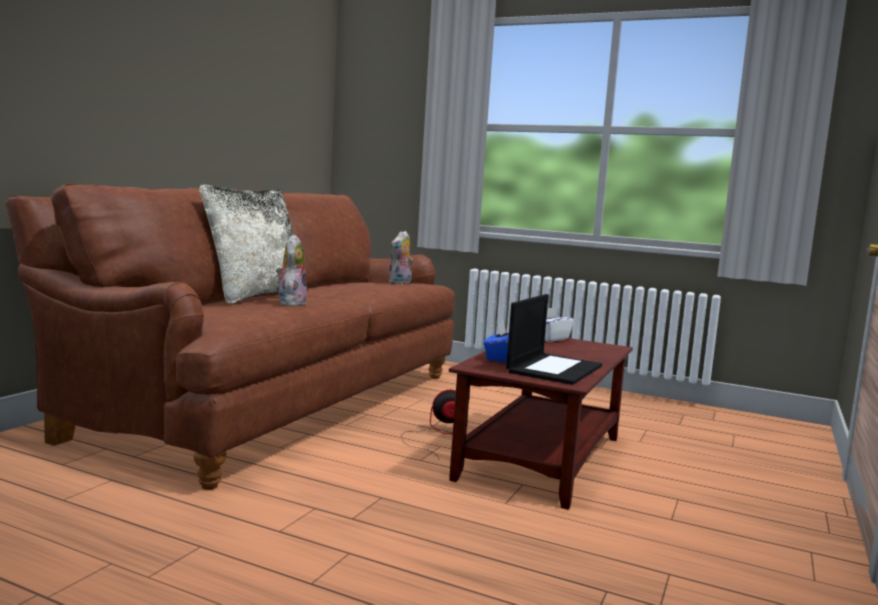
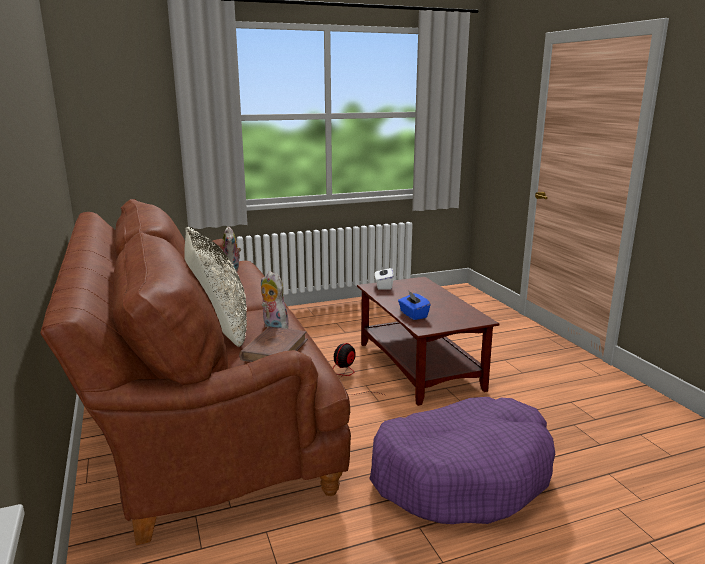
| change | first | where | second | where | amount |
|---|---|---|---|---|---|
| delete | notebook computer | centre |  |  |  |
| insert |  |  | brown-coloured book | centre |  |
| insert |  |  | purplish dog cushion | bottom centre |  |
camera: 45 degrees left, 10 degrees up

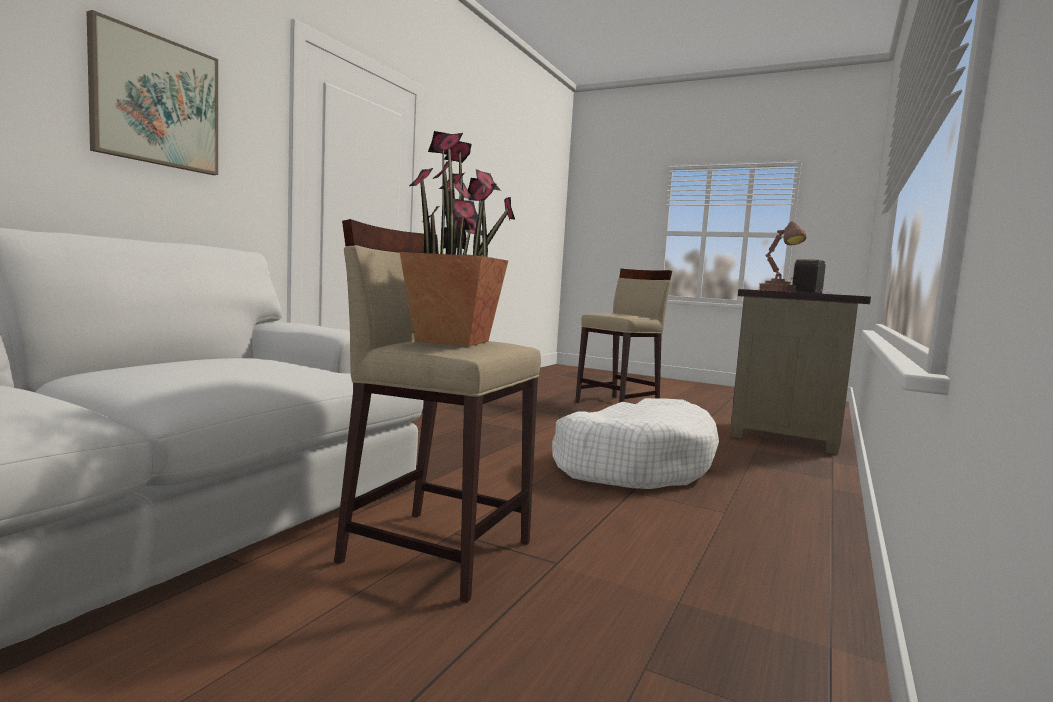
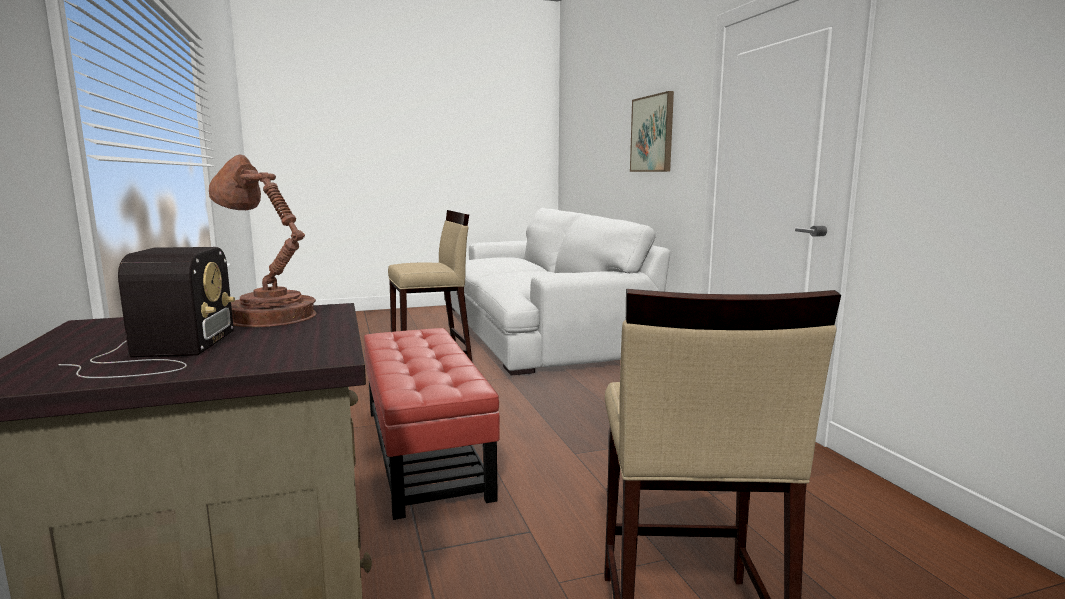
| change | first | where | second | where | amount |
|---|---|---|---|---|---|
| delete | houseplant | centre |  |  |  |
| replace | whitish dog cushion | centre | red-coloured footrest | bottom centre |  |
camera: 135 degrees right, 5 degrees up

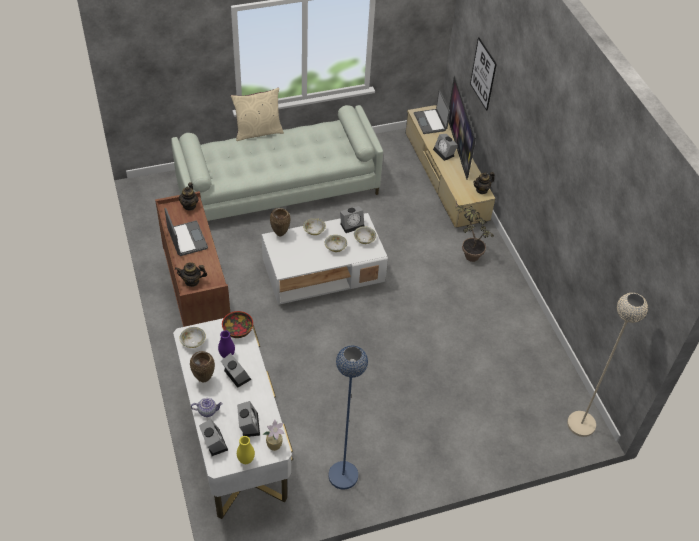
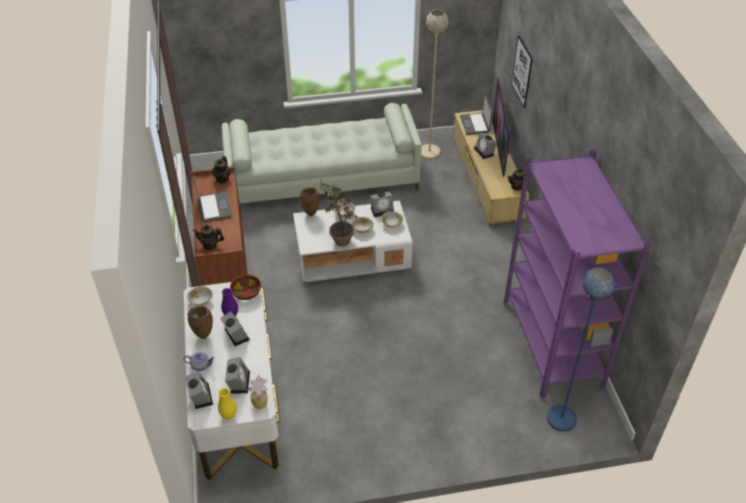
| change | first | where | second | where | amount |
|---|---|---|---|---|---|
| delete | beige-coloured cushion | top centre |  |  |  |
| move | bluish floor lamp | bottom centre |  | bottom right |  |
| move | houseplant (2nd from left) | middle right |  | centre |  |
| move | beige-coloured floor lamp | bottom right |  | top centre |  |
| insert |  |  | purplish bookshelf | middle right |  |
camera: 10 degrees right, 5 degrees down

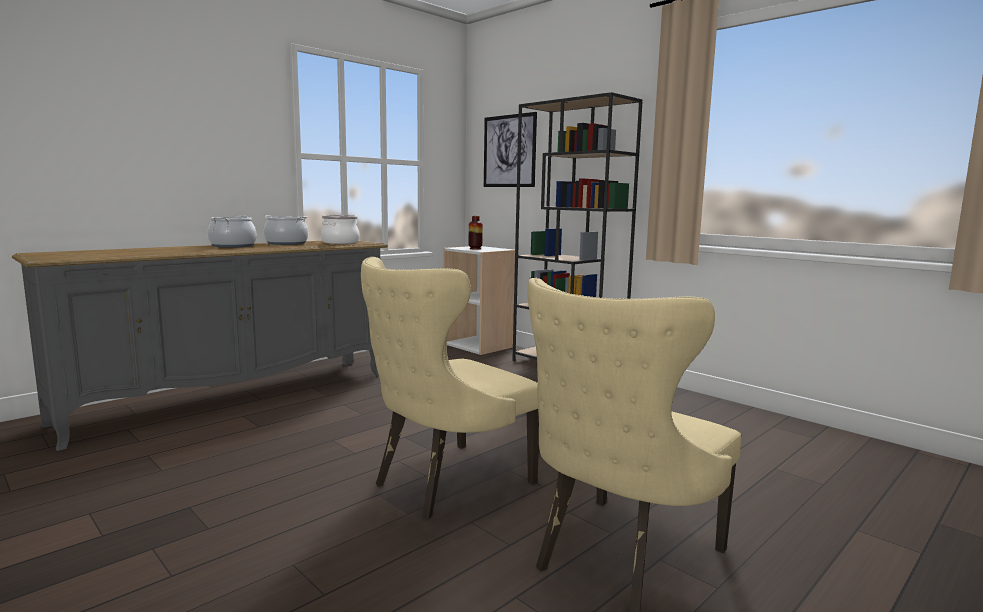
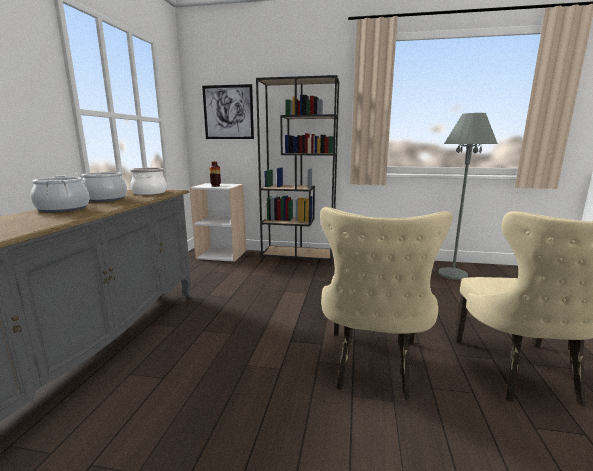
| change | first | where | second | where | amount |
|---|---|---|---|---|---|
| insert |  |  | grey floor lamp | middle right |  |
camera: 35 degrees left, 5 degrees up

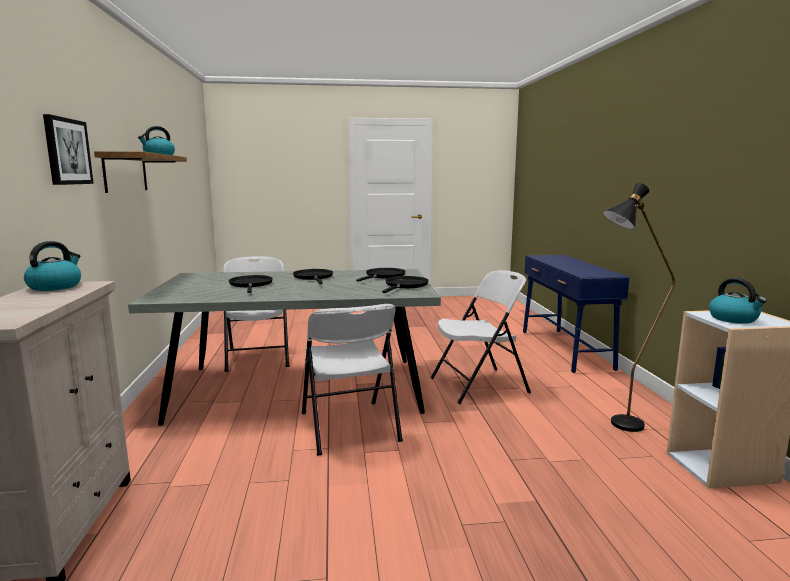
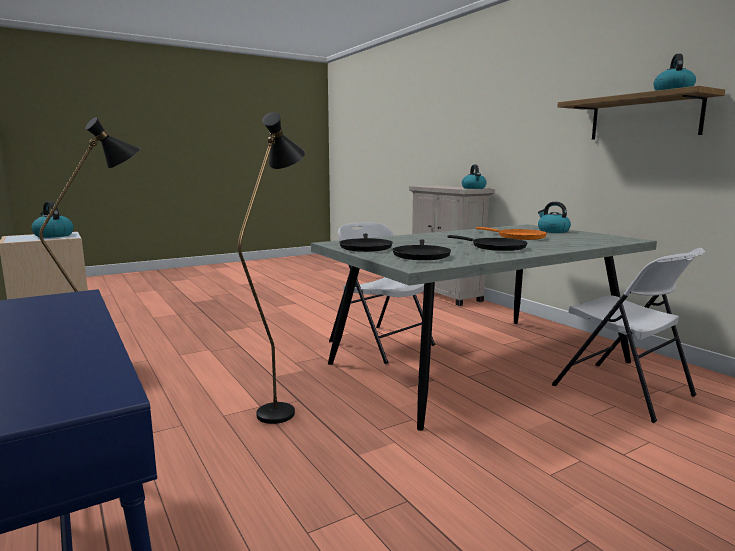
| change | first | where | second | where | amount |
|---|---|---|---|---|---|
| delete | wall picture | top left |  |  |  |
| recolor | black-coloured frying pan (1st from left) | middle left | orangey frying pan | middle right |  |
| replace | whitish chair (3rd from left) | centre | black-coloured floor lamp (2nd from left) | centre |  |
| insert |  |  | tea kettle (3rd from left) | middle right |  |
camera: 155 degrees right, 0 degrees up

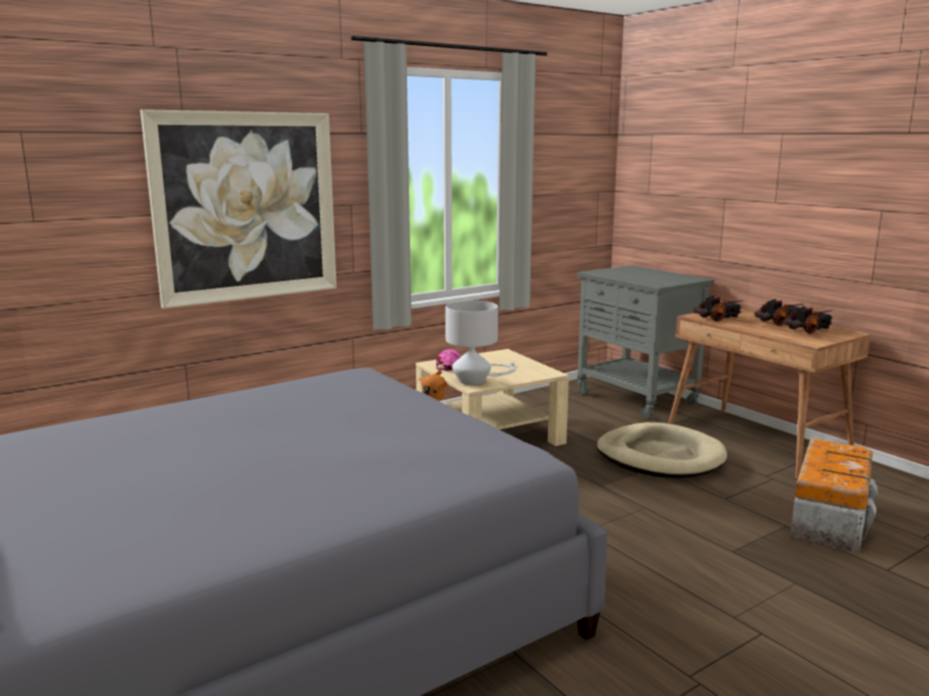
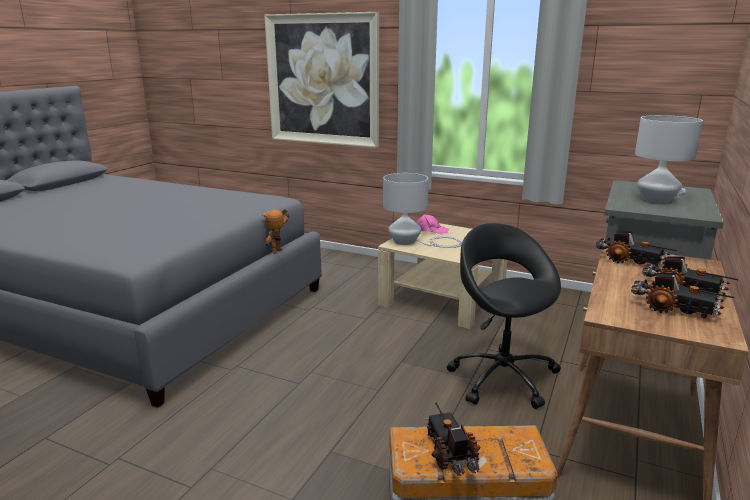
| change | first | where | second | where | amount |
|---|---|---|---|---|---|
| replace | beige-coloured dog cushion | middle right | black-coloured office chair | middle right |  |
| insert |  |  | toy truck (1st from left) | bottom centre |  |
| insert |  |  | whitish table lamp (2nd from left) | top right |  |
camera: 60 degrees right, 5 degrees up

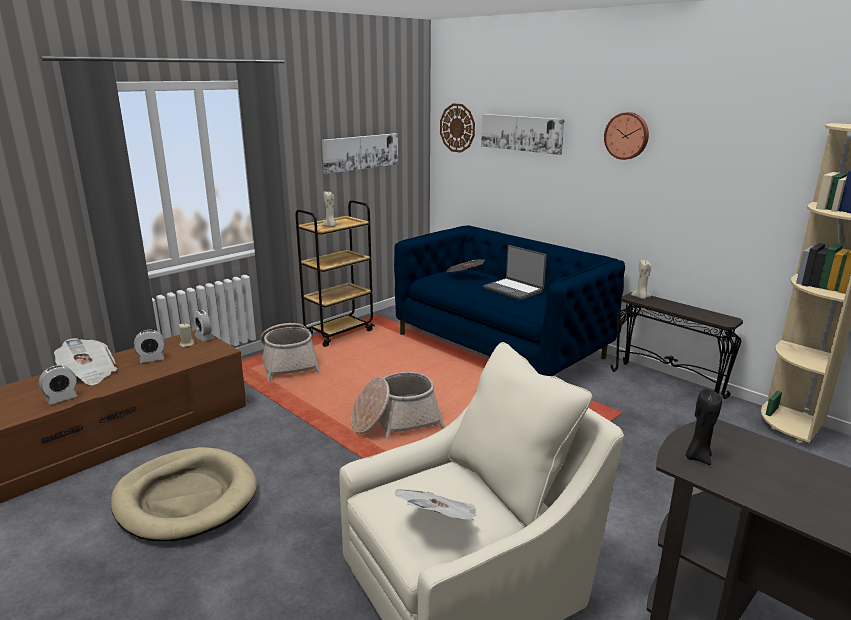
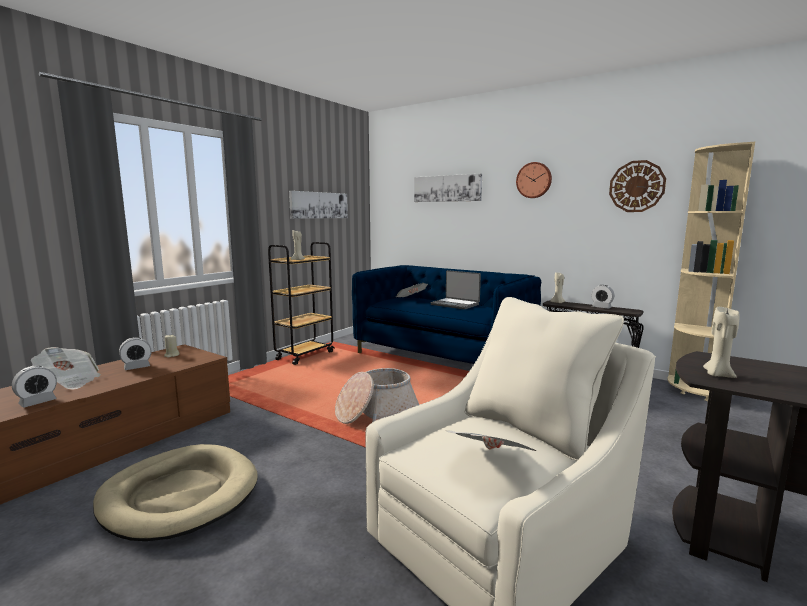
| change | first | where | second | where | amount |
|---|---|---|---|---|---|
| move | table clock (3rd from left) | middle left |  | middle right |  |
| delete | basket (1st from left) | centre |  |  |  |
| move | clock on the wall (1st from left in the first image) | top centre | clock on the wall (2nd from left) | top right |  |
| recolor | black-coloured candle | bottom right | beige-coloured candle (4th from left) | middle right |  |
camera: 10 degrees left, 10 degrees down

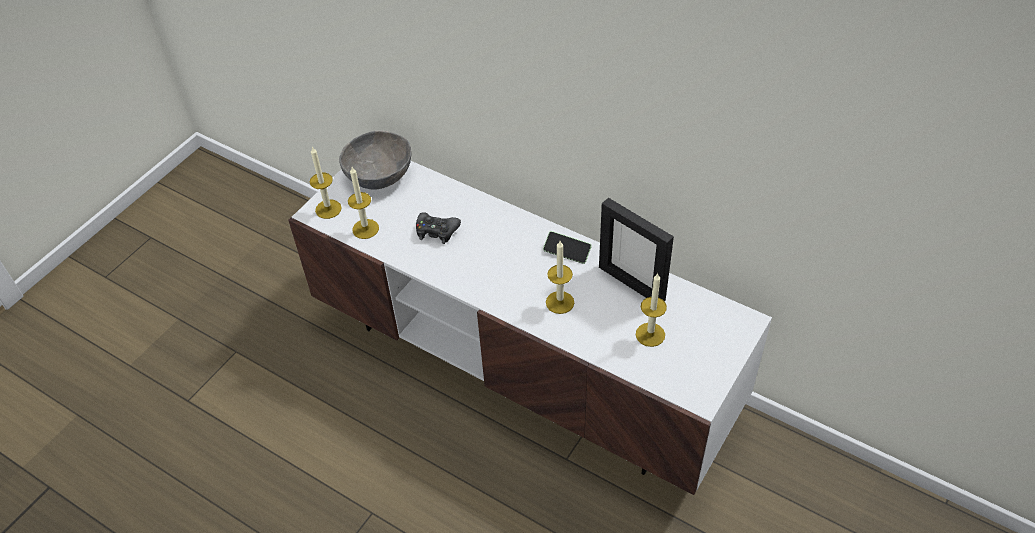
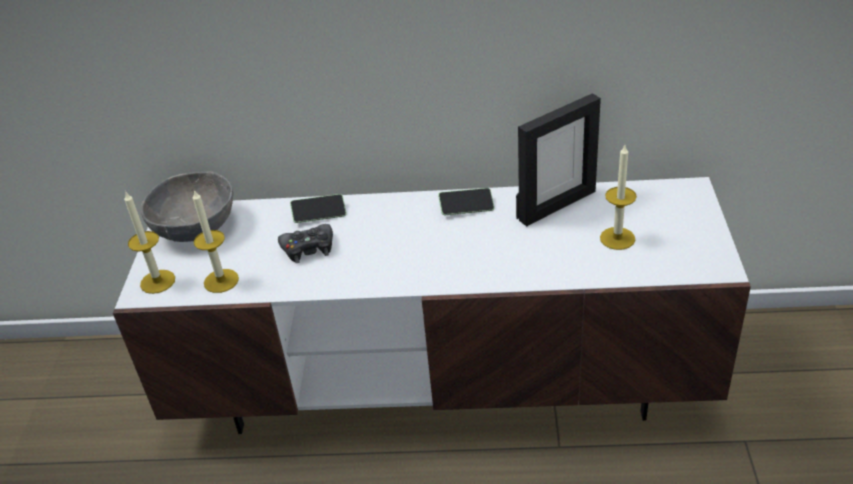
| change | first | where | second | where | amount |
|---|---|---|---|---|---|
| delete | candle (3rd from left) | centre |  |  |  |
| rotate | picture frame | centre |  | top centre | 45 degrees counterclockwise |
| insert |  |  | handset (1st from left) | centre |  |
camera: 30 degrees left, 10 degrees down

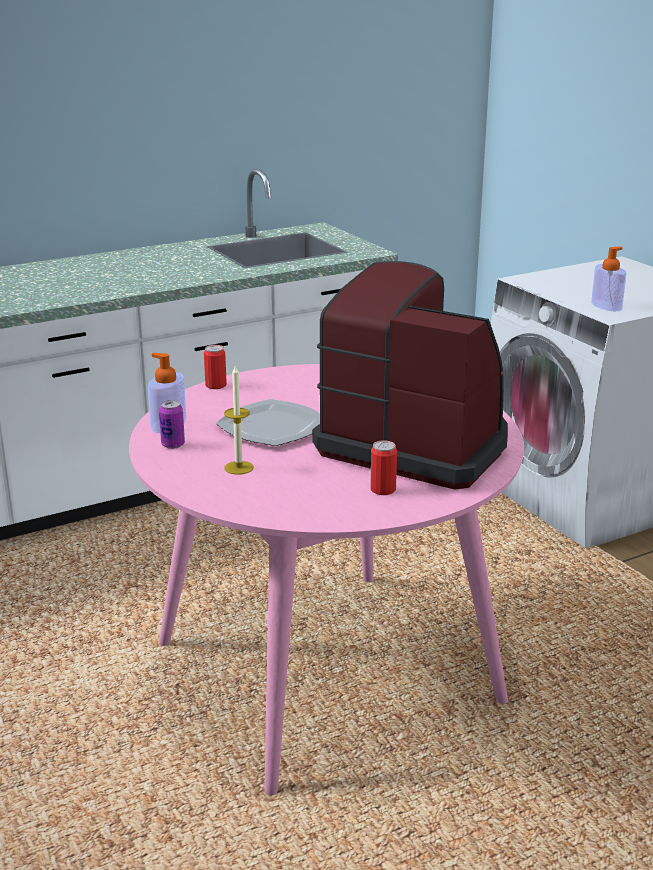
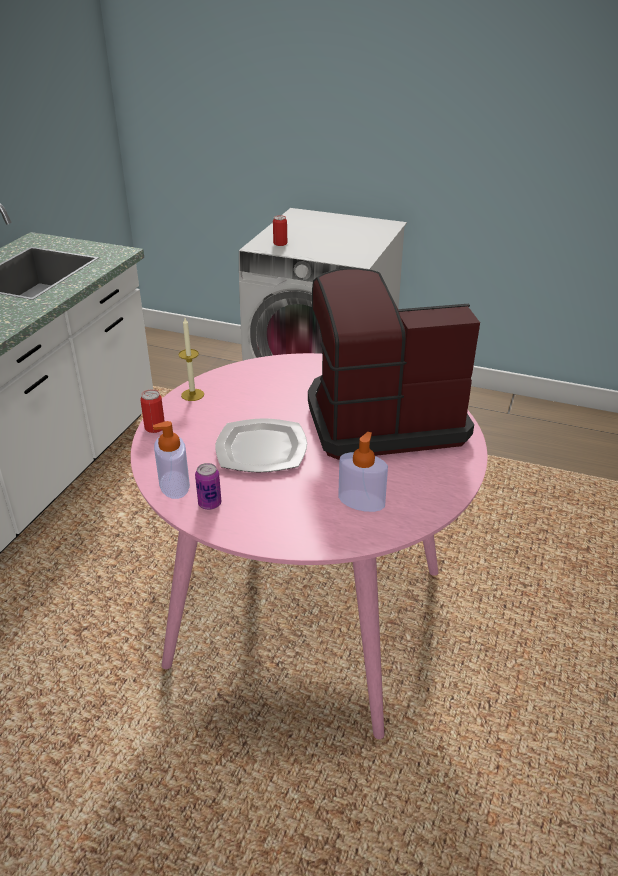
| change | first | where | second | where | amount |
|---|---|---|---|---|---|
| move | candle | centre |  | middle left |  |
| move | metal can (3rd from left) | centre |  | top centre |  |
| move | liquid soap bottle (2nd from left) | top right |  | centre |  |
camera: 40 degrees left, 10 degrees up

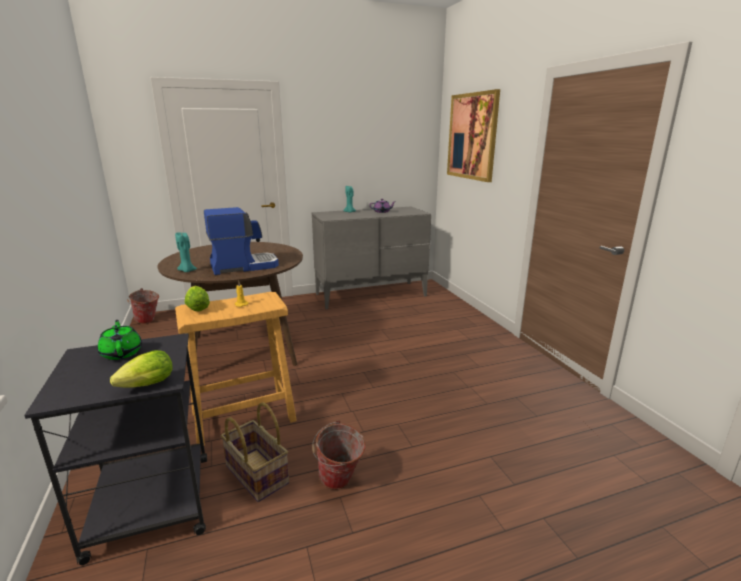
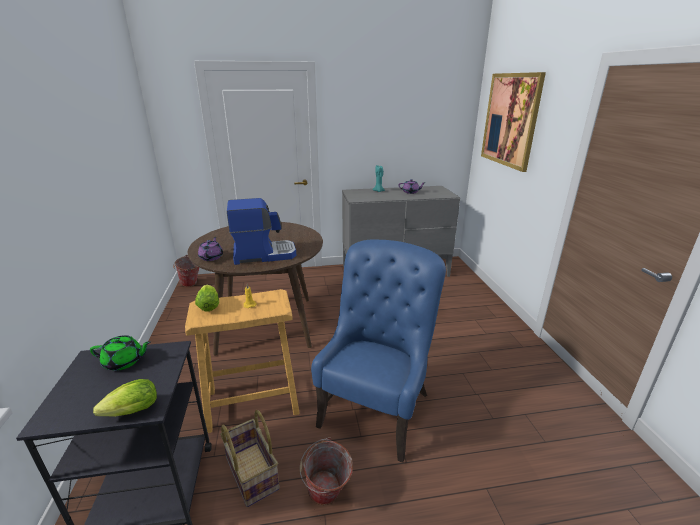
| change | first | where | second | where | amount |
|---|---|---|---|---|---|
| rotate | greenish pot for tea | middle left |  | bottom left | 105 degrees clockwise |
| replace | turquoise candle (1st from left) | middle left | purplish pot for tea (1st from left) | middle left |  |
| insert |  |  | bluish chair | bottom centre |  |
camera: 10 degrees right, 5 degrees up

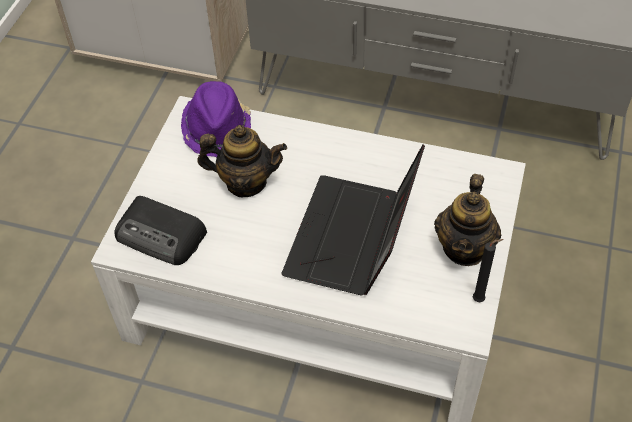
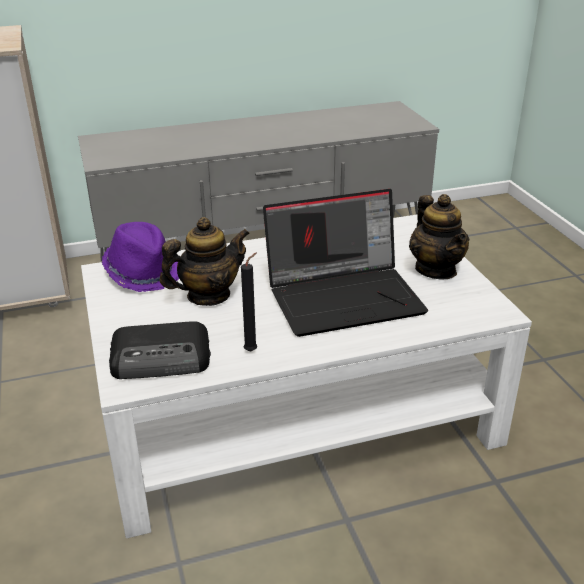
| change | first | where | second | where | amount |
|---|---|---|---|---|---|
| rotate | notebook computer | centre |  | centre | 90 degrees counterclockwise |
| move | black-coloured candle | middle right |  | centre |  |
camera: 35 degrees left, 20 degrees down

